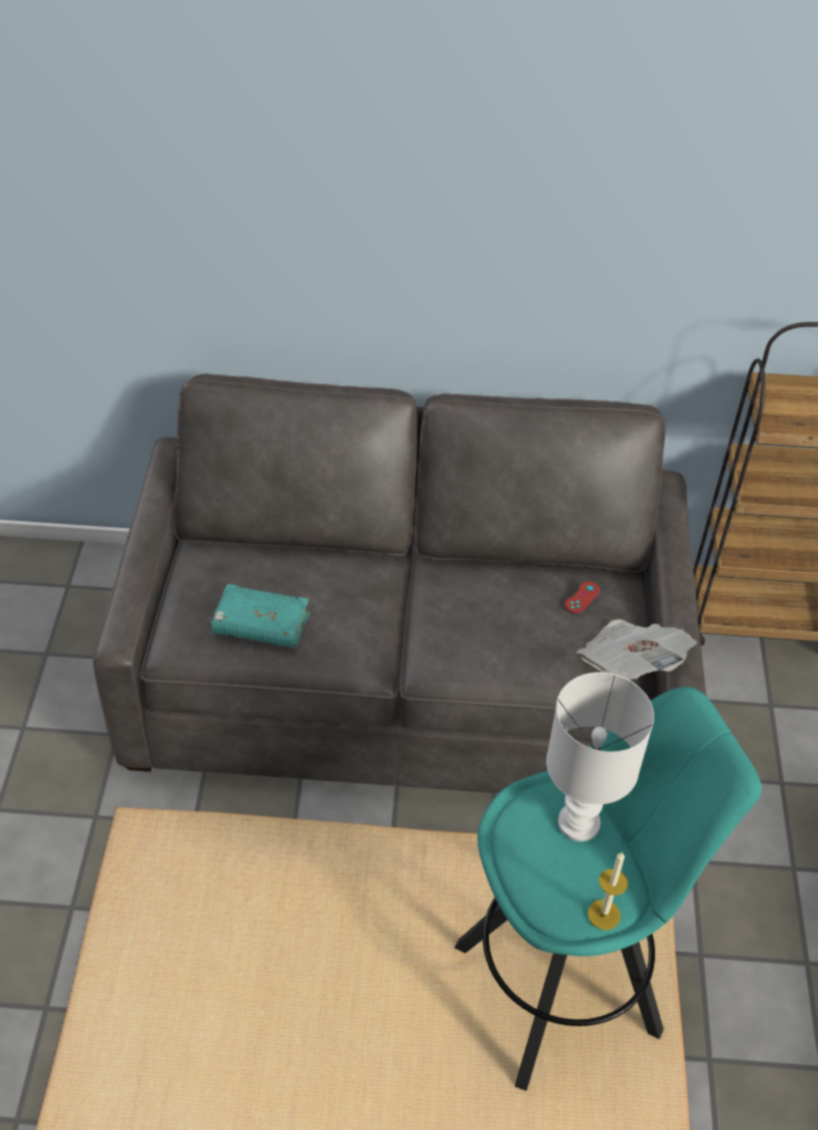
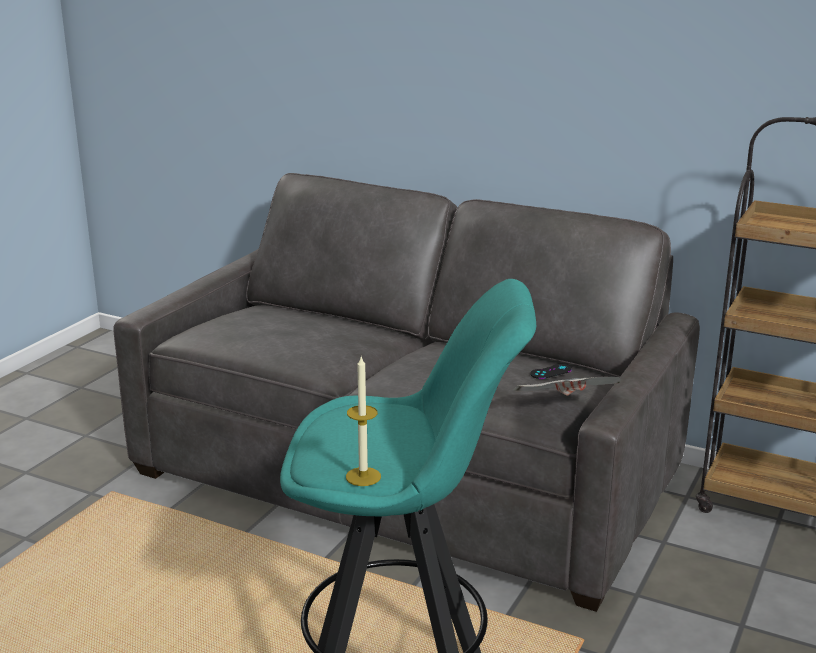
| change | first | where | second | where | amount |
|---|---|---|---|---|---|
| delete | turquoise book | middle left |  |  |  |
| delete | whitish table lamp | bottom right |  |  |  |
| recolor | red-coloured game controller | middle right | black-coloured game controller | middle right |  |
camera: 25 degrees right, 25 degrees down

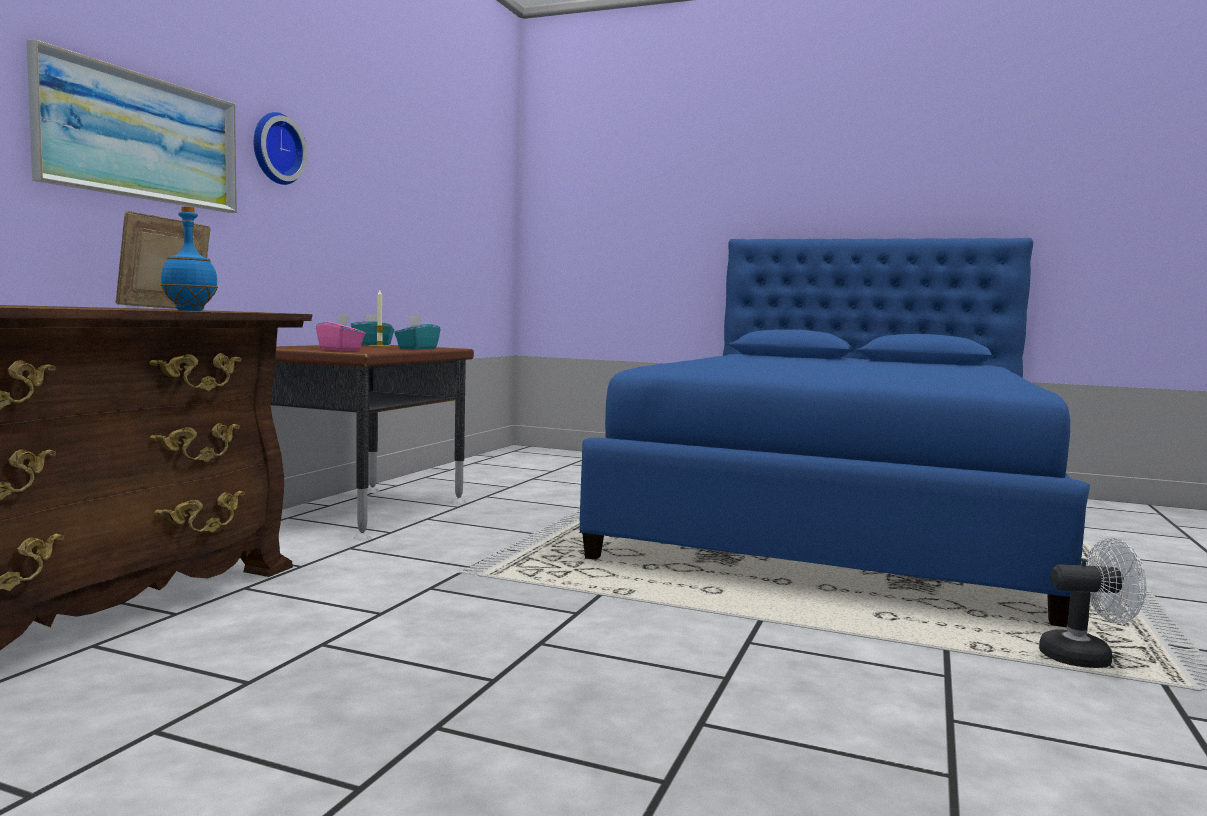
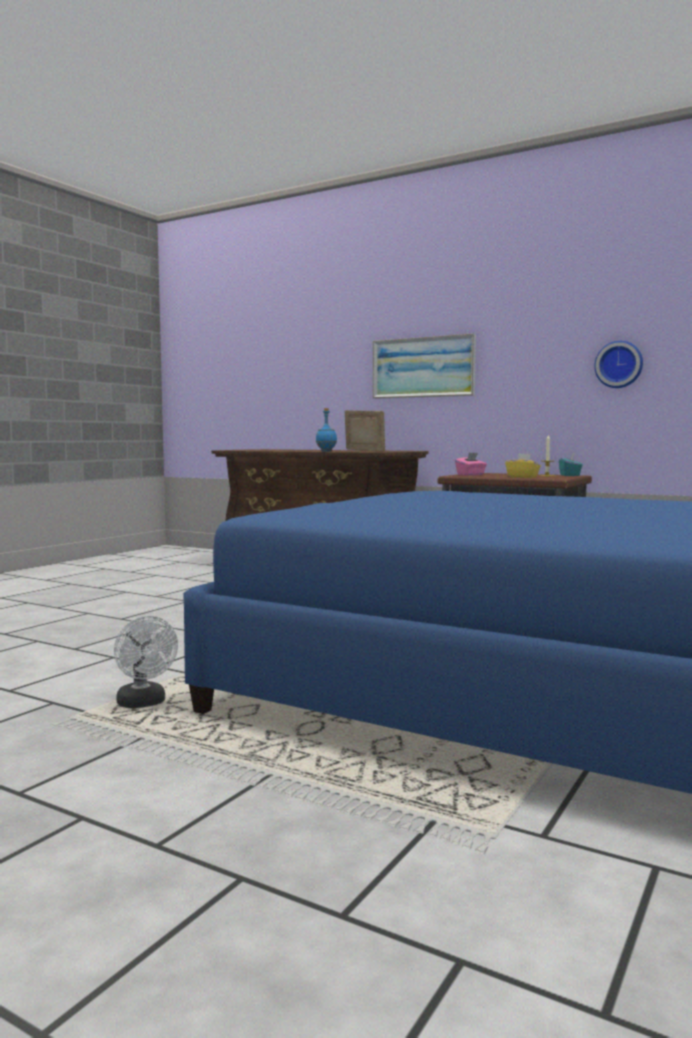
| change | first | where | second | where | amount |
|---|---|---|---|---|---|
| move | clock on the wall | top left |  | middle right |  |
| recolor | turquoise tissue holder (2nd from left) | centre | yellowish tissue holder | middle right |  |
| rotate | whitish fan | bottom right |  | middle left | 45 degrees counterclockwise |
camera: 100 degrees right, 0 degrees up

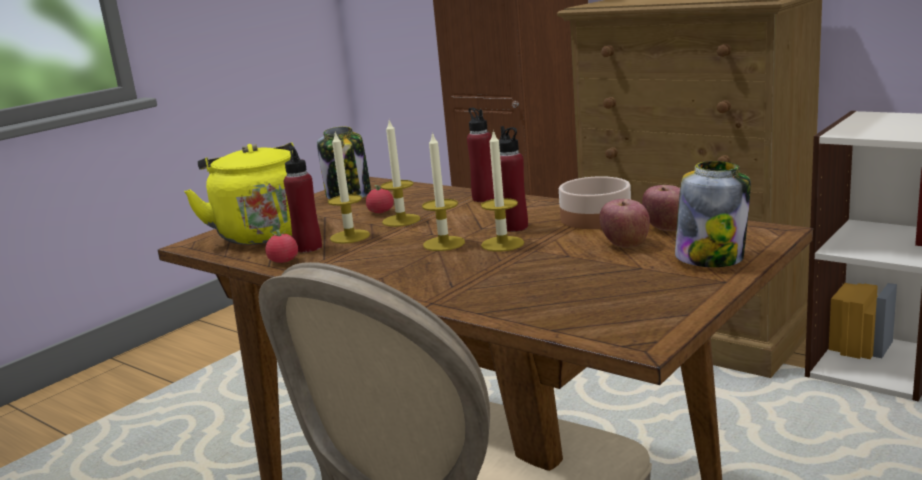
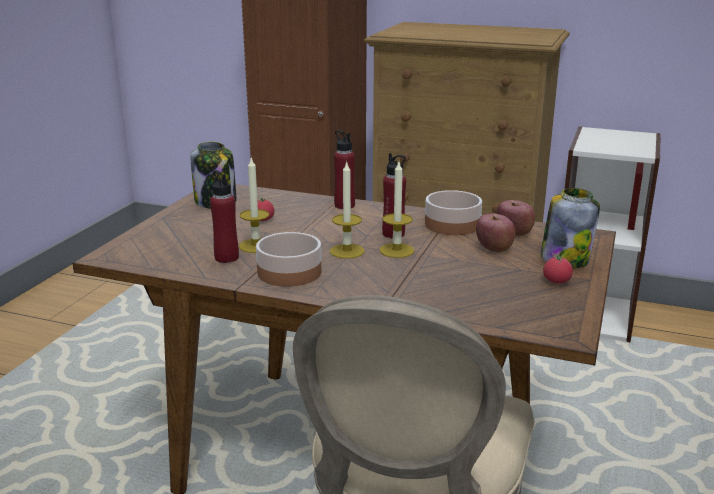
| change | first | where | second | where | amount |
|---|---|---|---|---|---|
| delete | yellowish tea kettle | middle left |  |  |  |
| move | tomato (1st from left in the first image) | middle left | tomato (2nd from left) | middle right |  |
| delete | candle (2nd from left) | centre |  |  |  |
| insert |  |  | bowl (1st from left) | centre |  |
camera: 20 degrees left, 5 degrees up

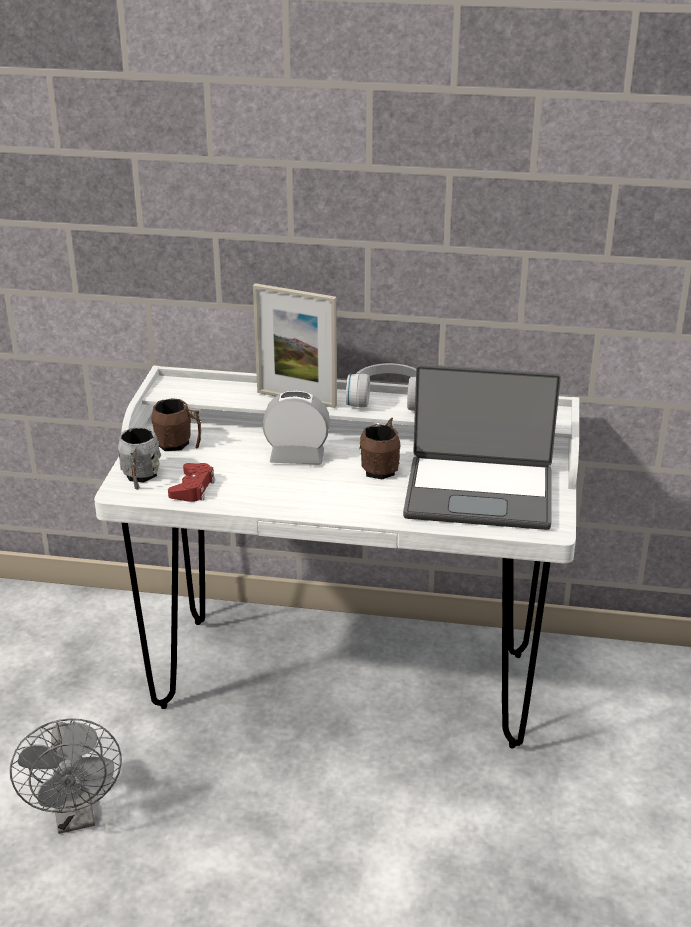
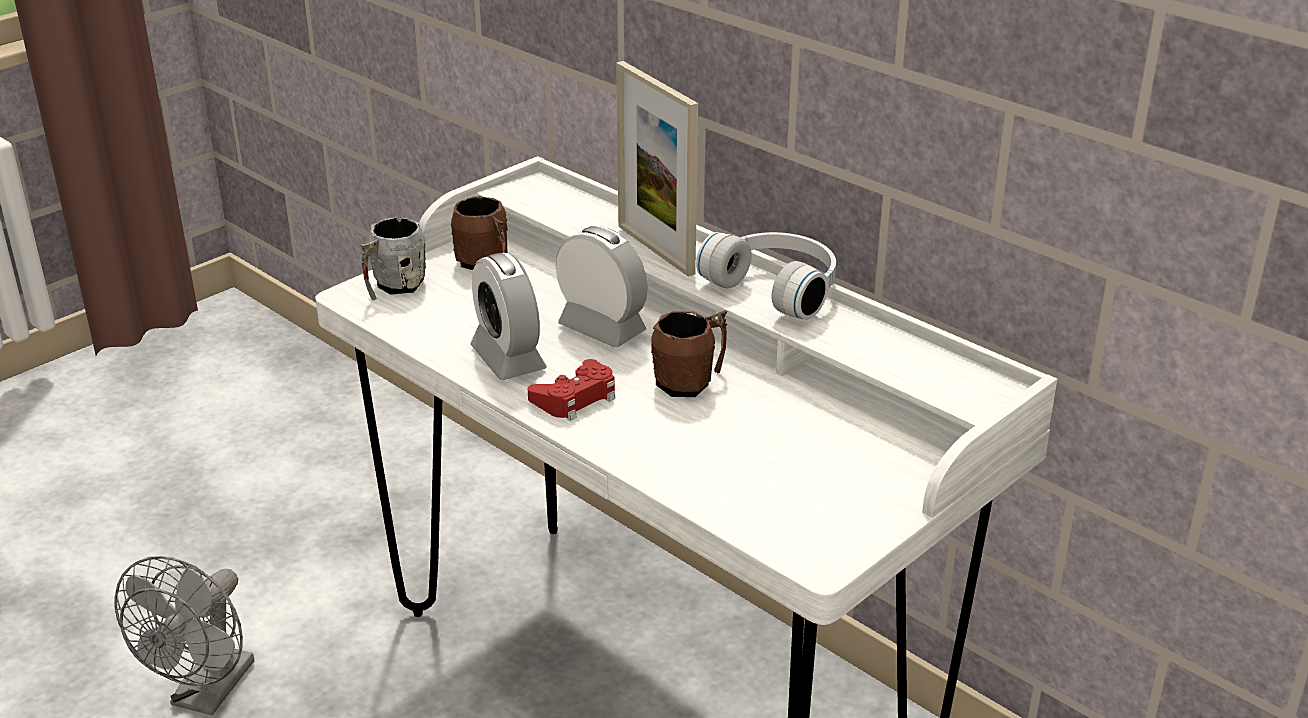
| change | first | where | second | where | amount |
|---|---|---|---|---|---|
| move | red-coloured game controller | middle left |  | centre |  |
| delete | notebook computer | middle right |  |  |  |
| insert |  |  | table clock (1st from left) | centre |  |
camera: 35 degrees right, 0 degrees up

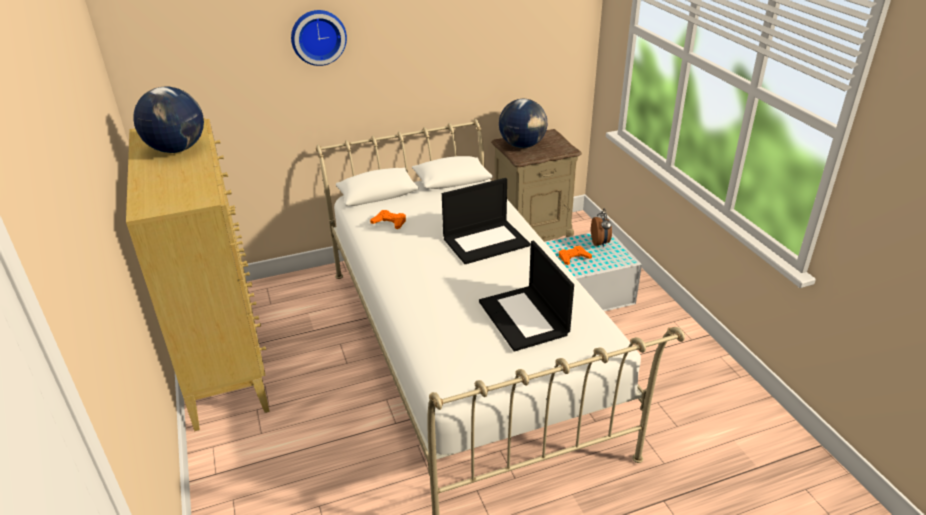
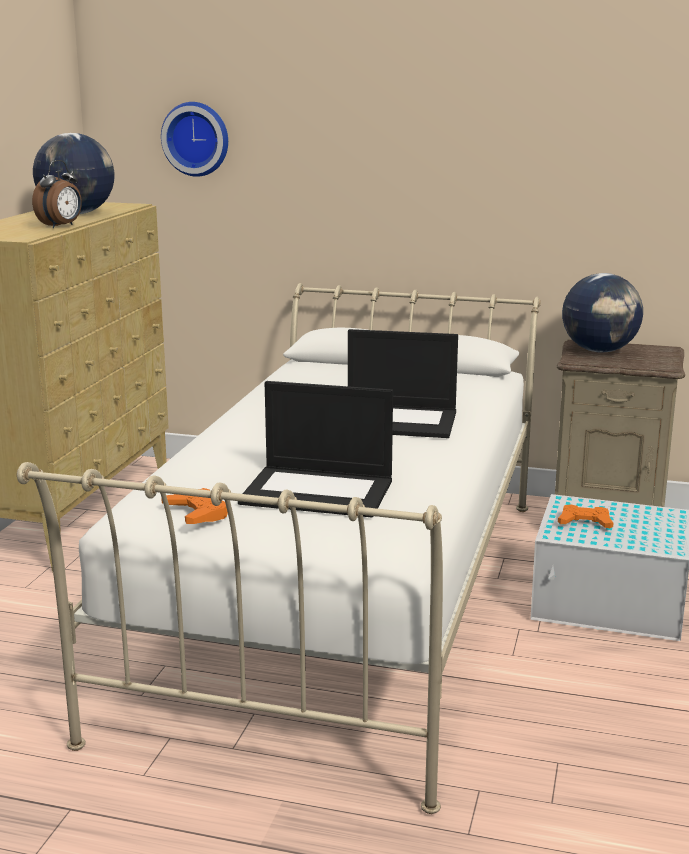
| change | first | where | second | where | amount |
|---|---|---|---|---|---|
| move | clock on the wall | top centre |  | top left |  |
| move | orangey game controller (1st from left) | centre |  | middle left |  |
| rotate | notebook computer (2nd from left in the first image) | centre | notebook computer (1st from left) | centre | 90 degrees counterclockwise |
| move | table clock | centre |  | top left |  |
camera: 35 degrees right, 15 degrees down

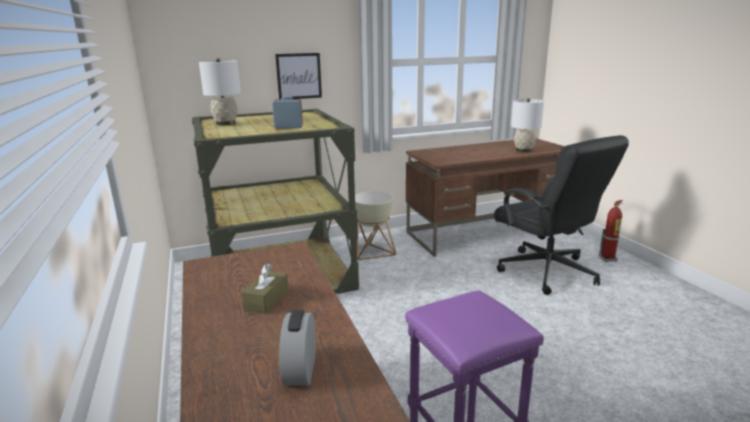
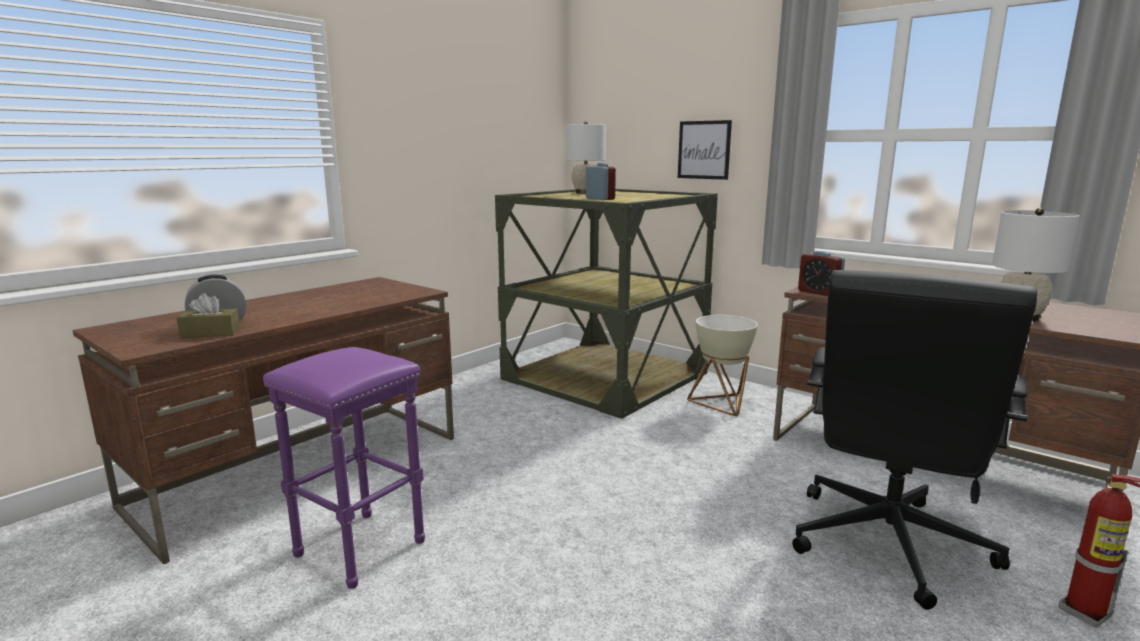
| change | first | where | second | where | amount |
|---|---|---|---|---|---|
| move | brown-coloured tissue holder | bottom centre |  | middle left |  |
| insert |  |  | table clock (3rd from left) | middle right |  |
camera: 60 degrees right, 5 degrees down

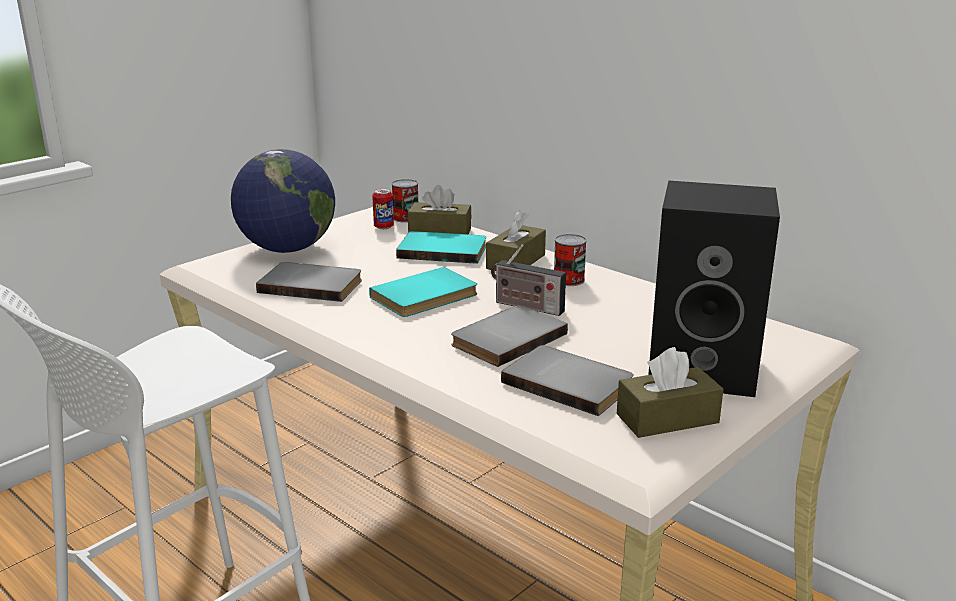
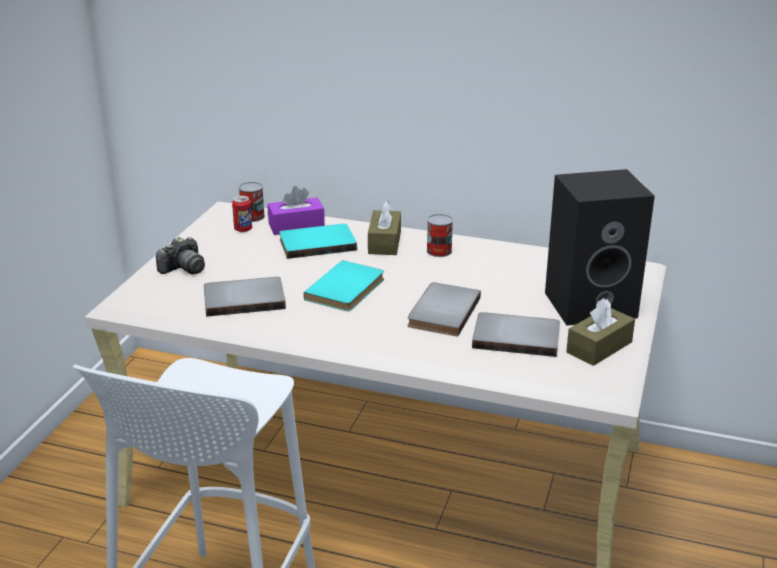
| change | first | where | second | where | amount |
|---|---|---|---|---|---|
| replace | desk globe | middle left | still camera | middle left |  |
| recolor | brown-coloured tissue holder (1st from left) | centre | purplish tissue holder | centre |  |
| delete | radio set | centre |  |  |  |
camera: 25 degrees left, 5 degrees up

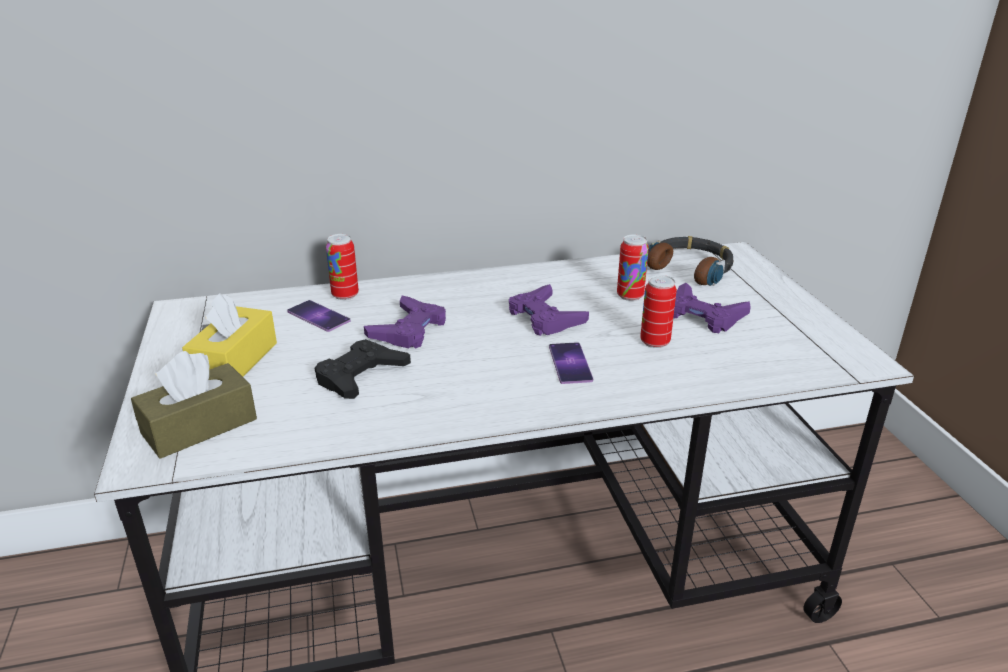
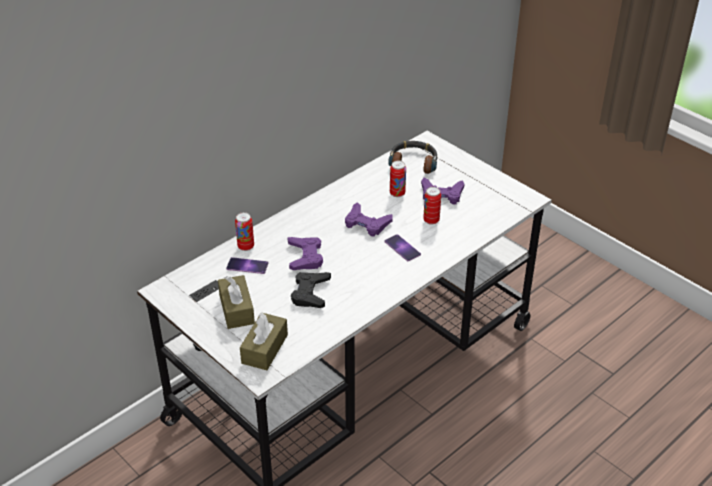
| change | first | where | second | where | amount |
|---|---|---|---|---|---|
| recolor | yellowish tissue holder | middle left | brown-coloured tissue holder (1st from left) | middle left |  |
camera: 30 degrees left, 10 degrees up

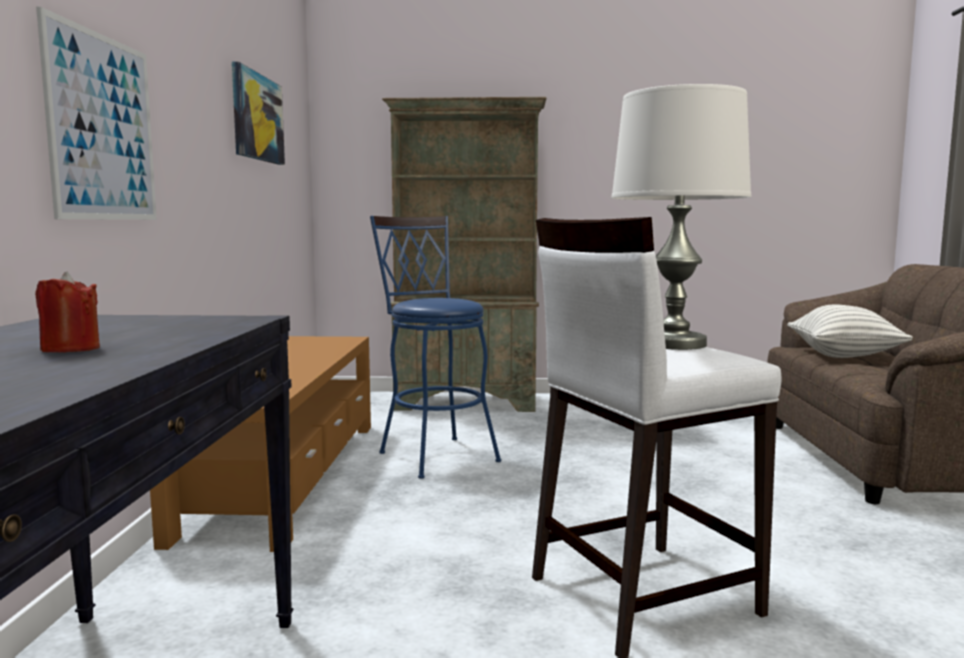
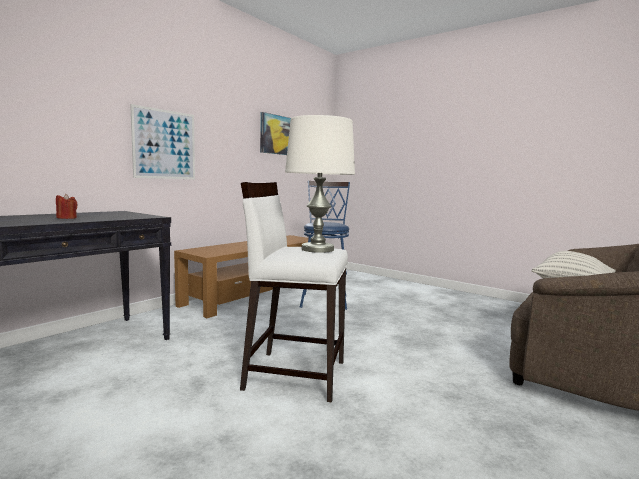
| change | first | where | second | where | amount |
|---|---|---|---|---|---|
| delete | greenish bookshelf | centre |  |  |  |
camera: 35 degrees right, 0 degrees up

